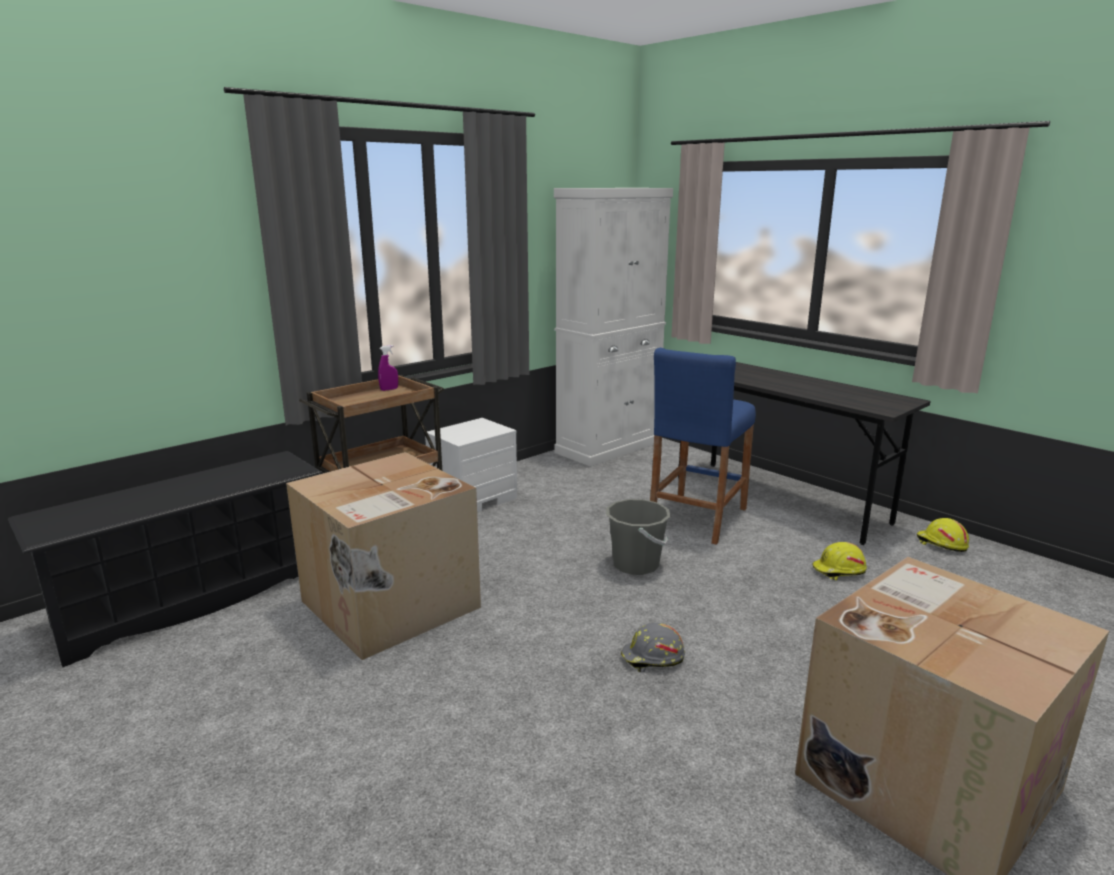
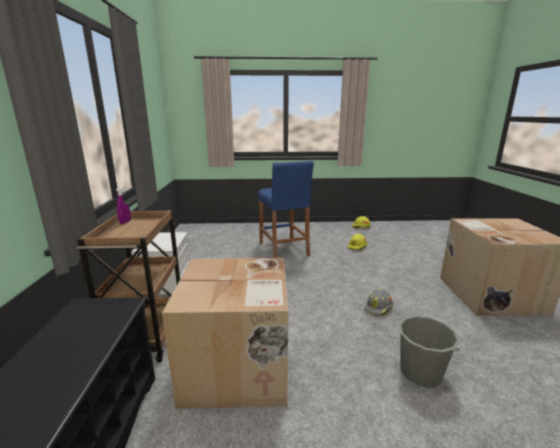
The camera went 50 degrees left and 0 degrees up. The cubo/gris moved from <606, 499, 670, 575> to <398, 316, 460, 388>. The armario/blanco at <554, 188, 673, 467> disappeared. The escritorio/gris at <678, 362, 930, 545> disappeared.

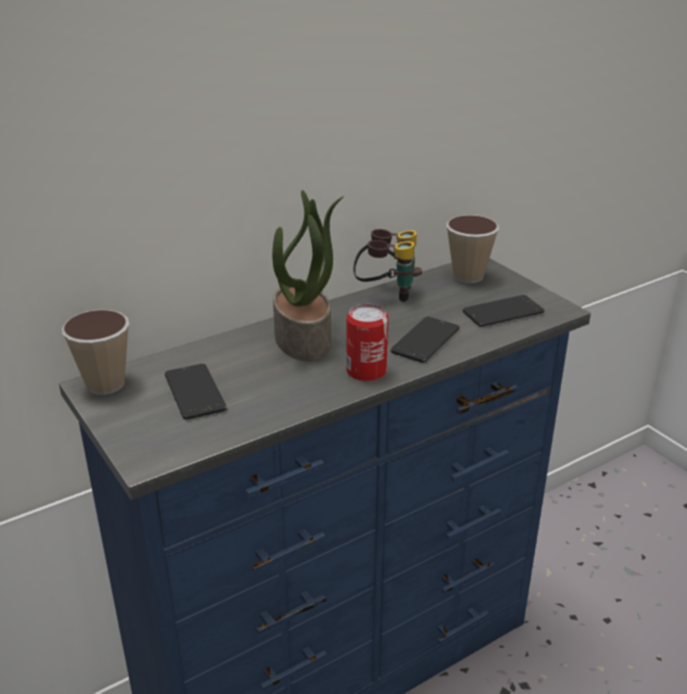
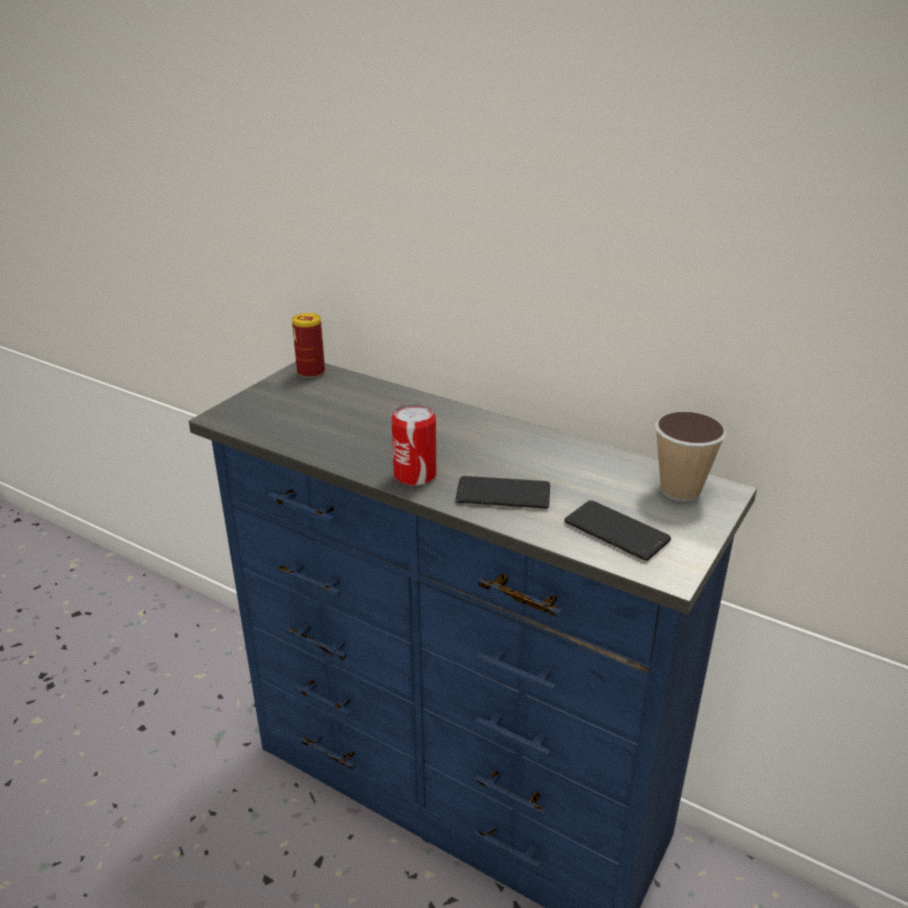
The camera went 65 degrees right and 0 degrees up. The taza at <62, 310, 129, 395> was replaced by the lata at <292, 313, 325, 378>. The móvil at <165, 364, 227, 420> disappeared. The planta en maceta at <272, 190, 344, 361> disappeared. The prismáticos at <353, 229, 422, 302> disappeared.

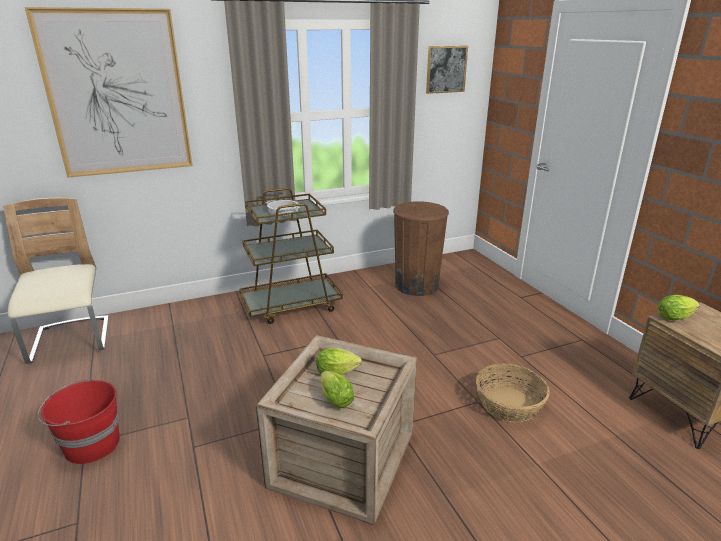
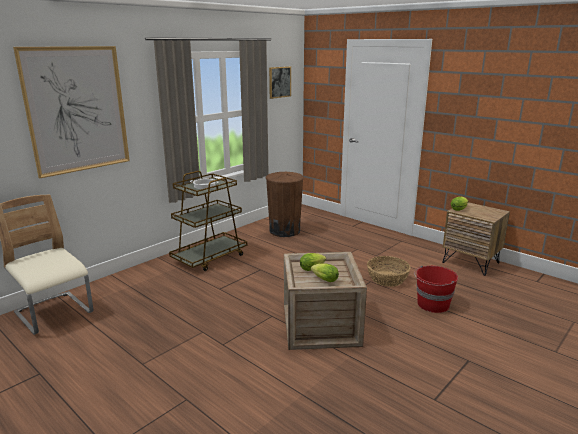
The camera went 25 degrees left and 5 degrees down. The cubo/rojo moved from <37, 378, 120, 464> to <414, 266, 458, 313>.

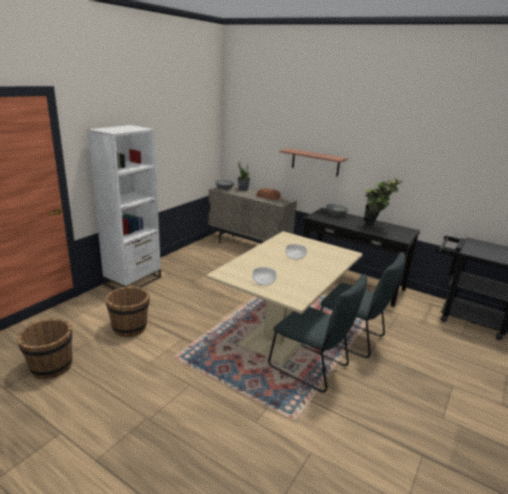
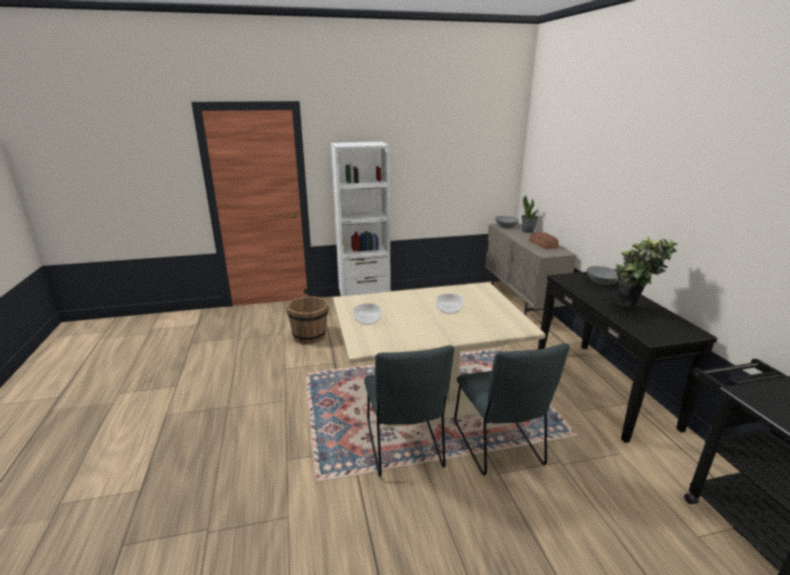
The camera went 45 degrees right and 0 degrees up. The cubo/marrón at <17, 318, 72, 379> disappeared. The estante at <280, 148, 348, 177> disappeared.

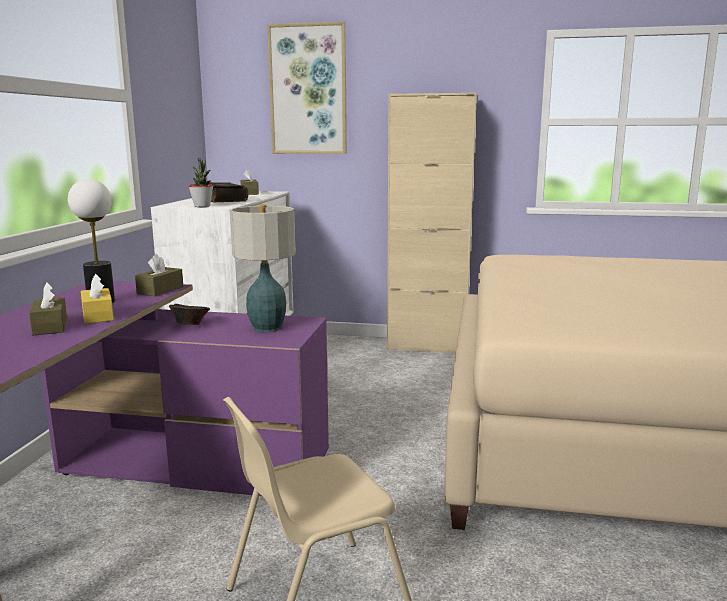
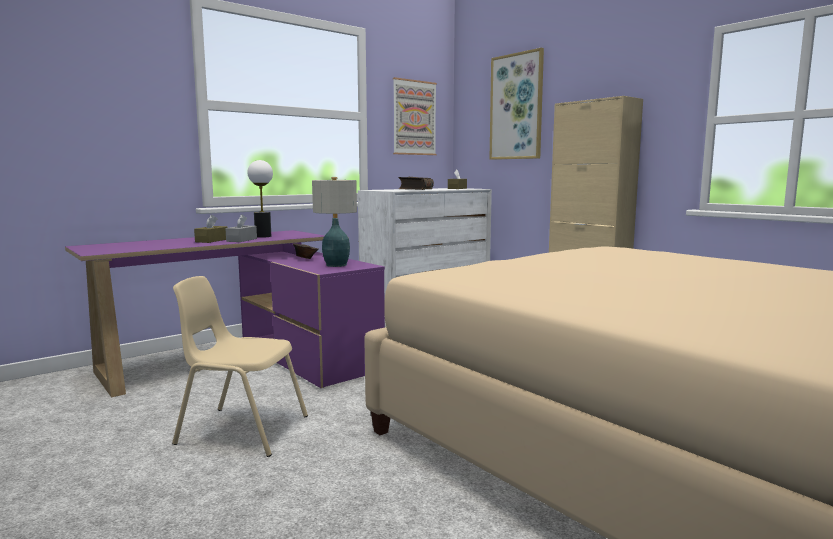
The camera went 40 degrees right and 5 degrees down. The caja de pañuelos/amarillo at <81, 274, 114, 324> became the caja de pañuelos/gris at <225, 214, 257, 242>. The cuadro at <393, 77, 437, 155> appeared. The caja de pañuelos/marrón at <135, 254, 183, 296> disappeared. The planta en maceta at <188, 158, 214, 207> disappeared.

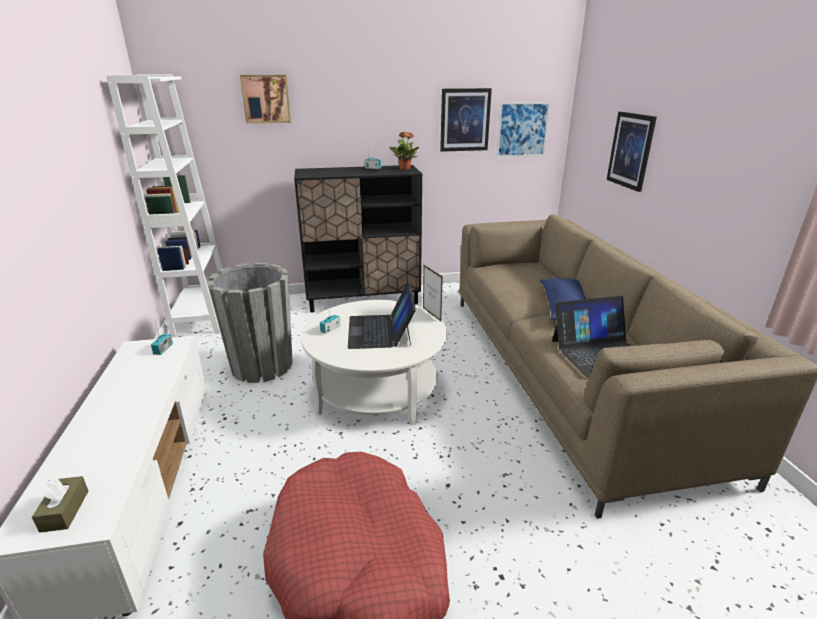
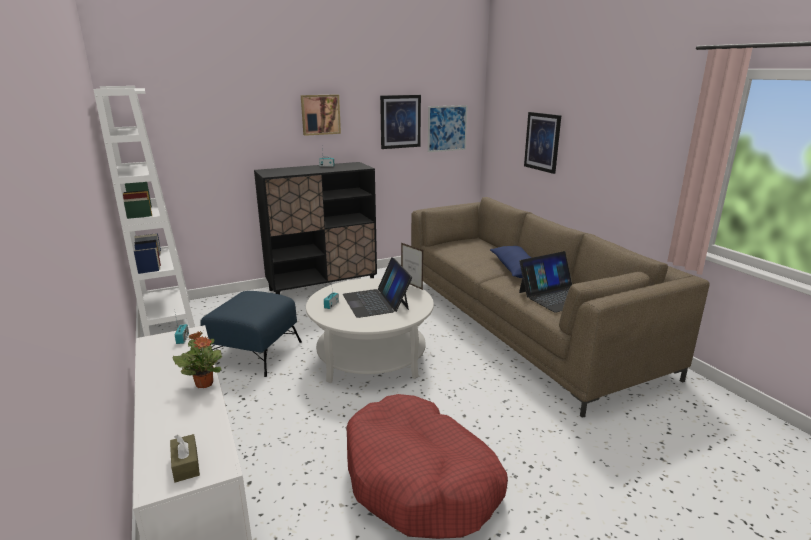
The camera went 15 degrees left and 5 degrees down. The planta en maceta moved from <389, 132, 419, 170> to <173, 331, 222, 388>. The maceta/gris at <207, 263, 293, 383> was replaced by the puf/azul at <200, 291, 302, 377>. The cuadro moved from <240, 75, 291, 123> to <301, 94, 341, 136>.

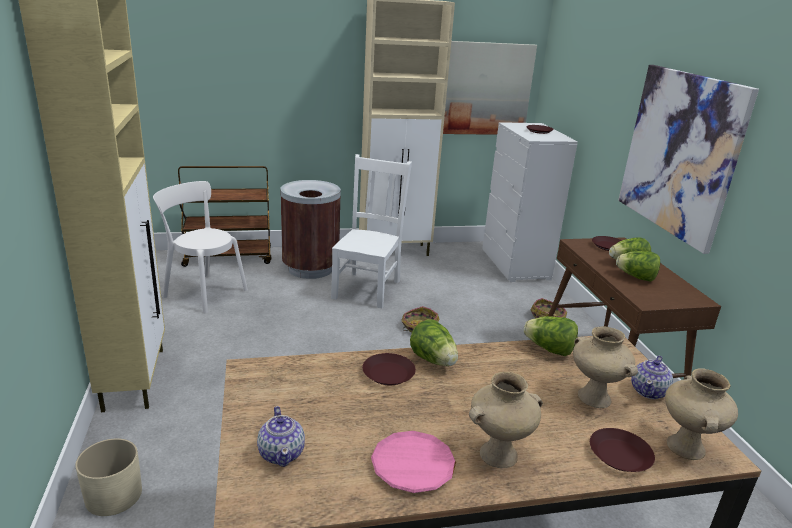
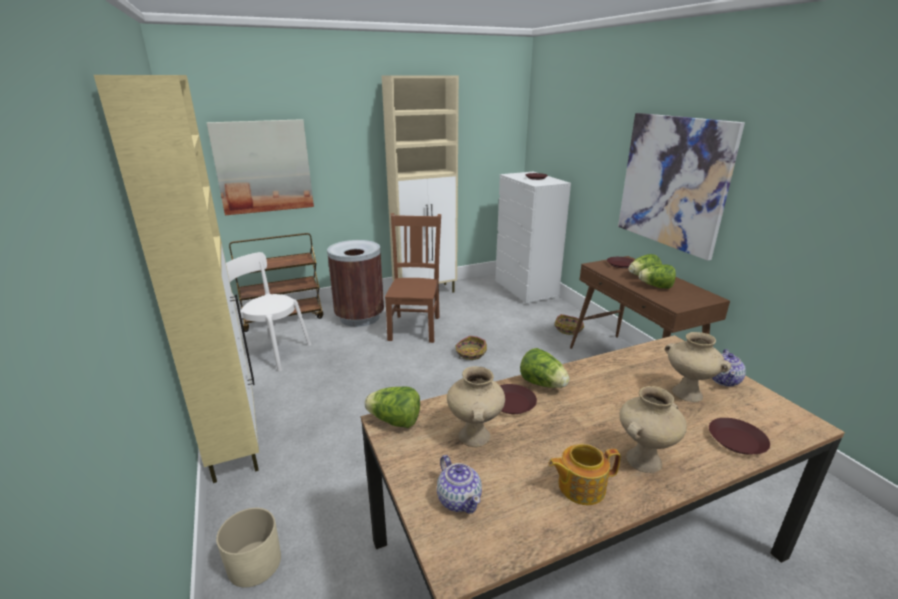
The camera went 10 degrees left and 0 degrees up. The cuadro moved from <443, 41, 537, 135> to <207, 119, 314, 215>. The lechuga moved from <523, 316, 578, 356> to <365, 386, 420, 428>. The silla/blanco at <331, 154, 412, 308> became the silla/marrón at <385, 213, 441, 343>. The florero/beis moved from <665, 368, 738, 460> to <447, 366, 505, 447>. The plato/rosa at <371, 431, 456, 493> was replaced by the tetera at <548, 444, 621, 505>.

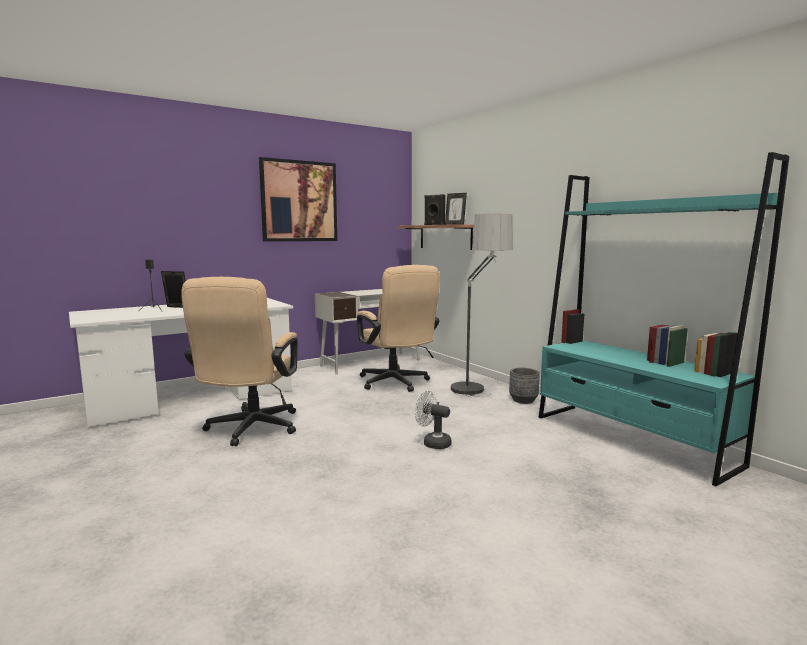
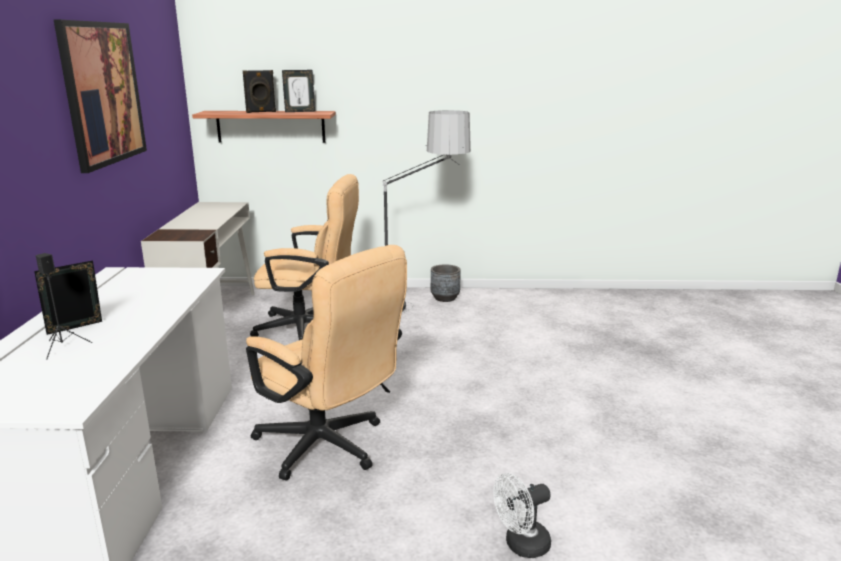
The camera went 55 degrees left and 10 degrees up. The ventilador/blanco moved from <415, 390, 452, 449> to <493, 473, 551, 558>. The estantería/turquesa at <539, 152, 790, 486> disappeared.

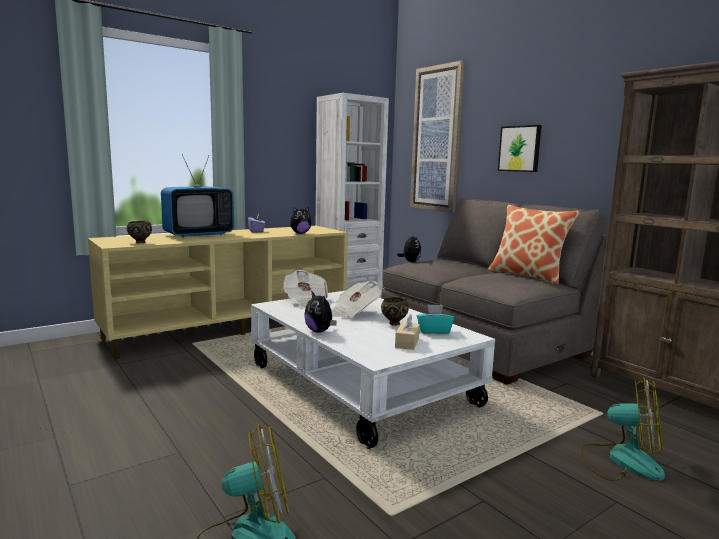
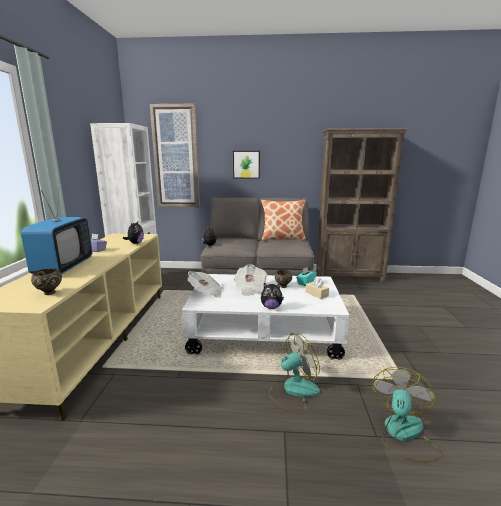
The camera went 50 degrees left and 5 degrees up. The ventilador moved from <581, 377, 665, 481> to <269, 333, 320, 413>.

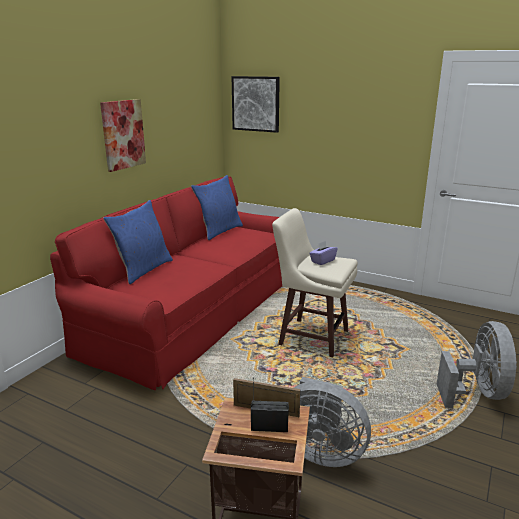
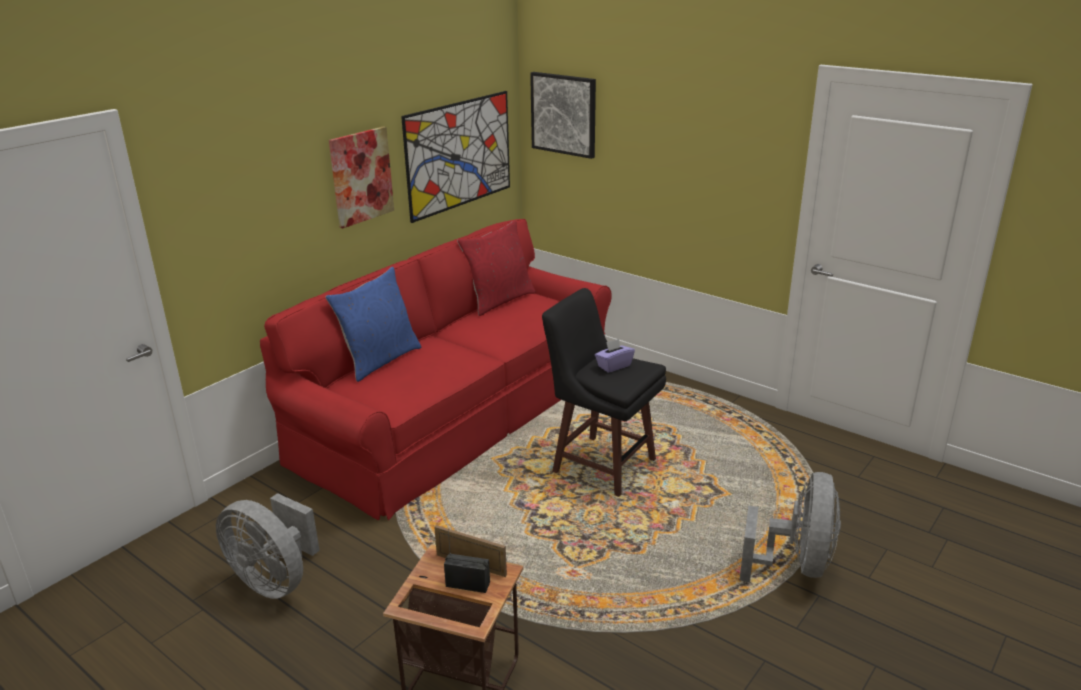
The camera went 10 degrees right and 5 degrees up. The ventilador/gris moved from <294, 377, 371, 467> to <216, 493, 320, 599>. The cuadro at <401, 91, 510, 223> appeared. The cojín/azul at <191, 175, 243, 240> became the cojín/rojo at <457, 220, 536, 316>. The taburete/beis at <272, 208, 358, 358> became the taburete/negro at <542, 288, 666, 497>.

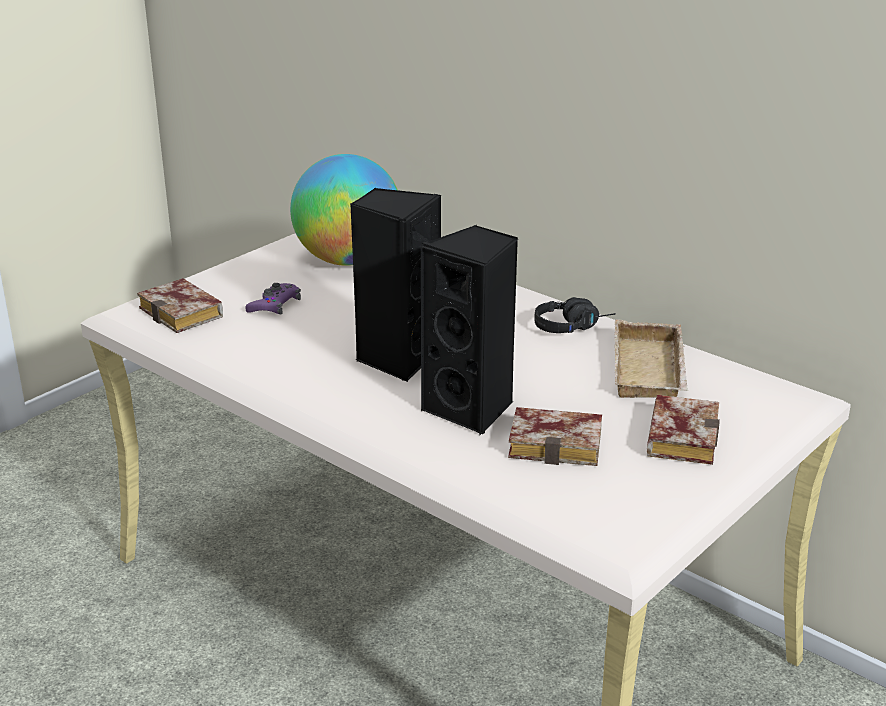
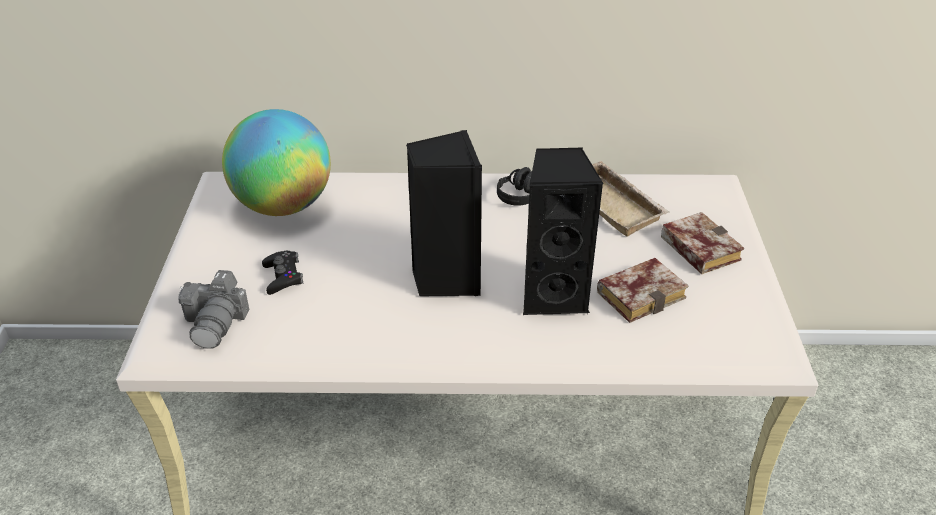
The camera went 40 degrees left and 10 degrees up. The libro at <137, 278, 223, 333> was replaced by the cámara at <179, 270, 249, 349>. The mando de consola/morado at <245, 283, 301, 315> became the mando de consola/negro at <262, 251, 303, 295>.

